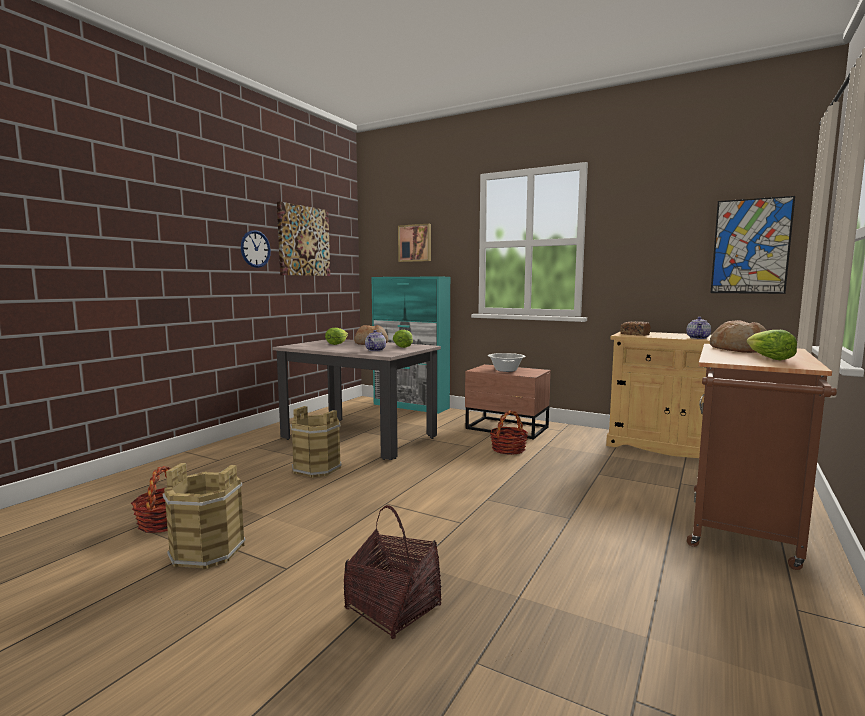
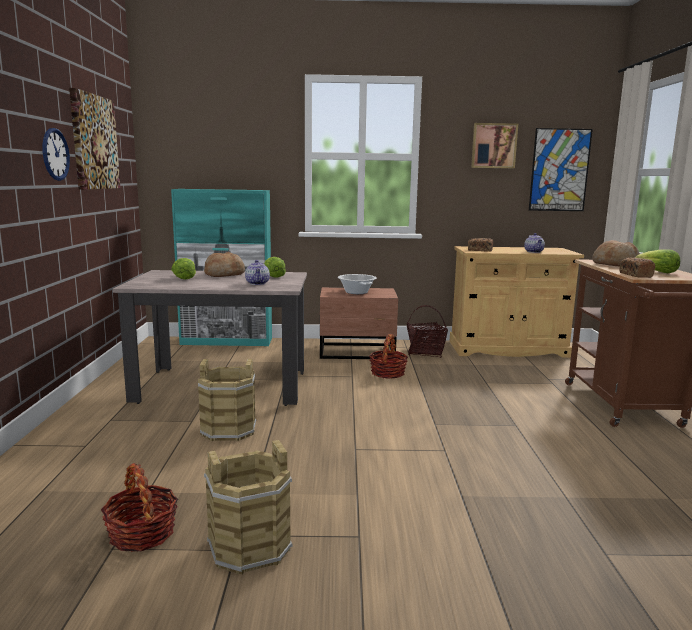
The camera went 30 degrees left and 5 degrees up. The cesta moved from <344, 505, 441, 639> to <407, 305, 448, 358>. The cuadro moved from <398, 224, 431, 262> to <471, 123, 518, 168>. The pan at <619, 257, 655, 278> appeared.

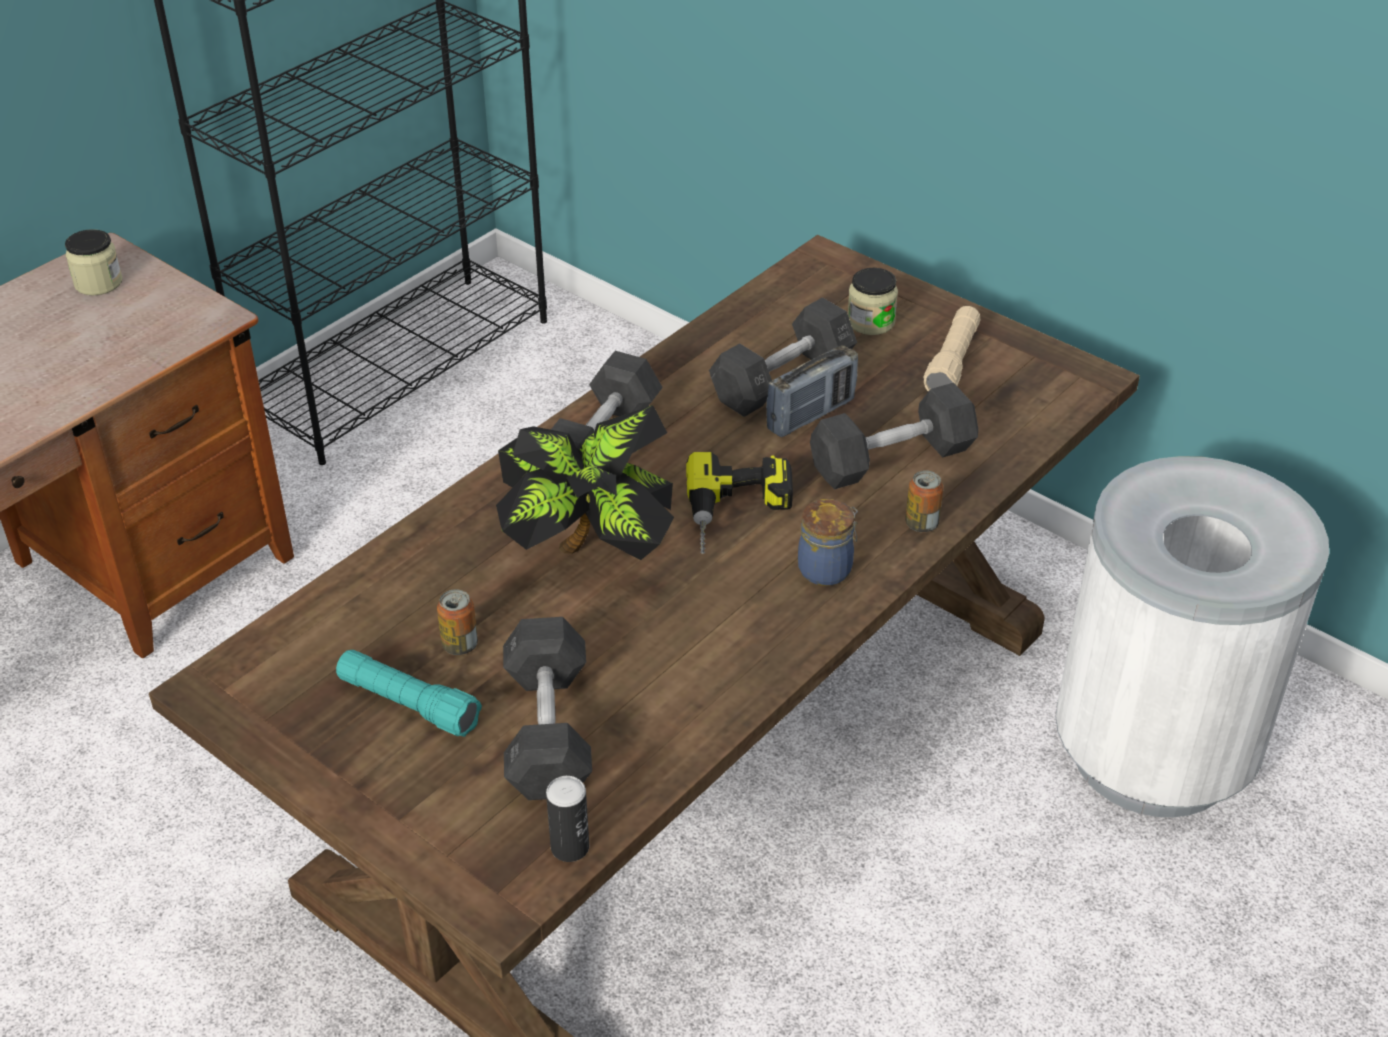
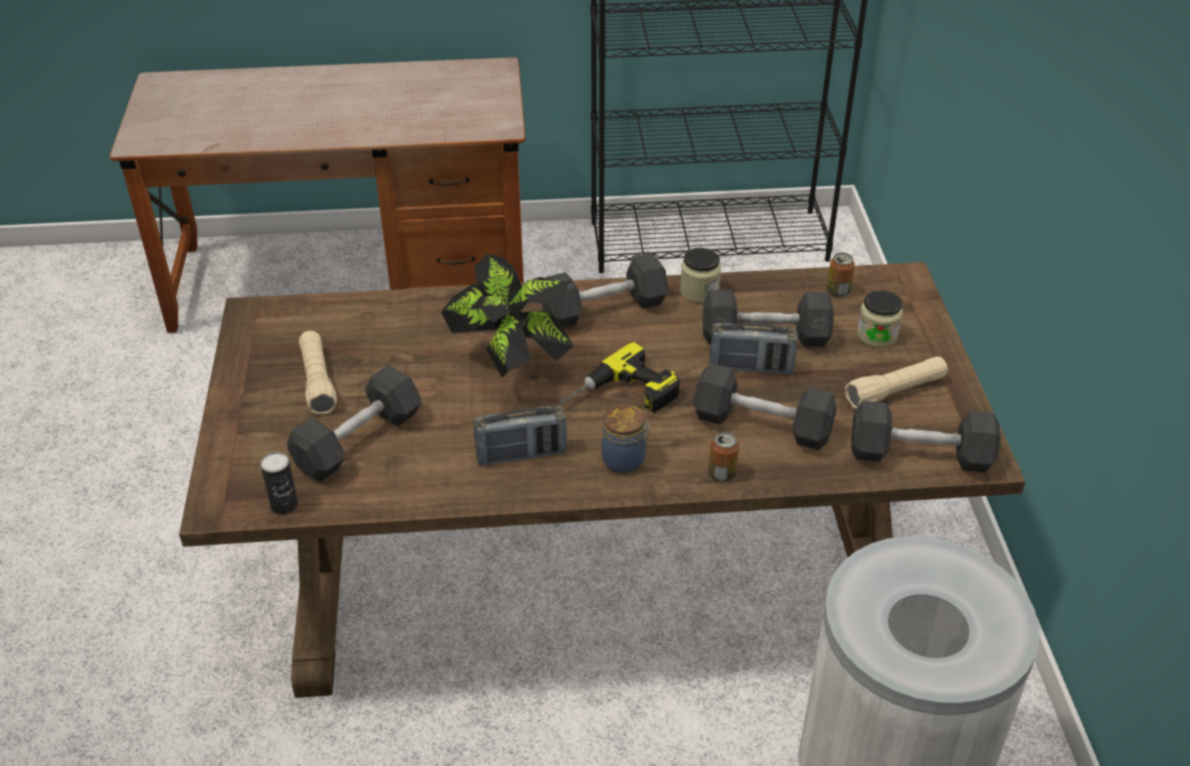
The camera went 45 degrees right and 0 degrees up. The linterna/turquesa at <336, 650, 482, 737> became the linterna/beis at <299, 331, 337, 415>. The radio at <474, 405, 567, 466> appeared. The tarro moved from <65, 229, 123, 295> to <680, 248, 721, 302>. The lata moved from <437, 589, 478, 655> to <826, 253, 855, 297>. The mancuerna/gris at <851, 401, 1001, 473> appeared.

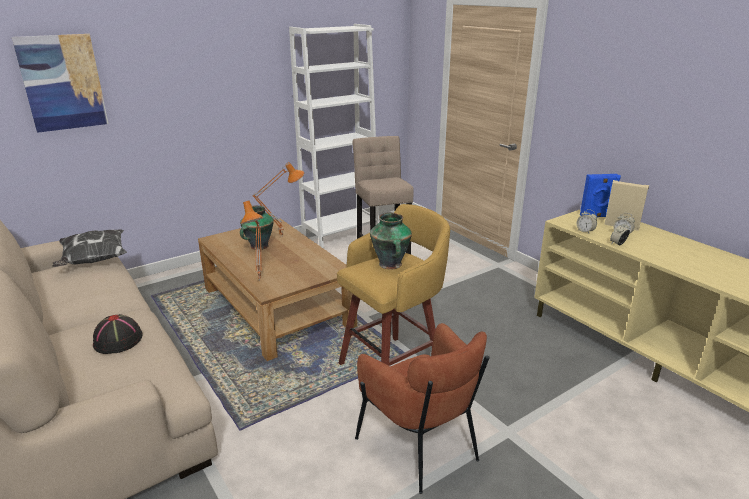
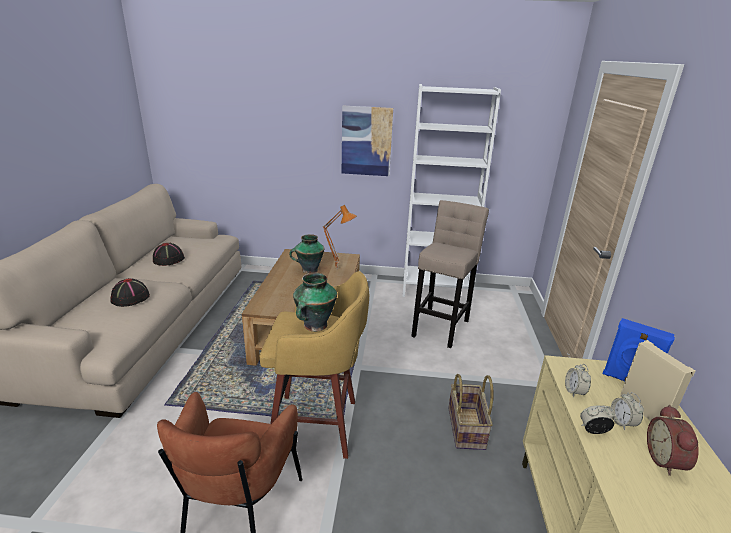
The camera went 40 degrees right and 0 degrees up. The sombrero/negro at <153, 243, 185, 266> appeared. The cuadro moved from <12, 34, 109, 133> to <342, 106, 393, 176>. The cesta at <448, 374, 494, 450> appeared. The despertador at <647, 405, 699, 476> appeared. The cojín at <52, 230, 127, 267> disappeared. The lámpara de mesa/naranja at <241, 200, 264, 281> disappeared.

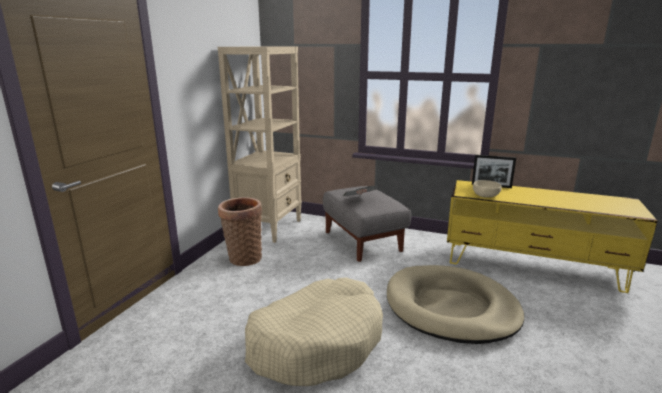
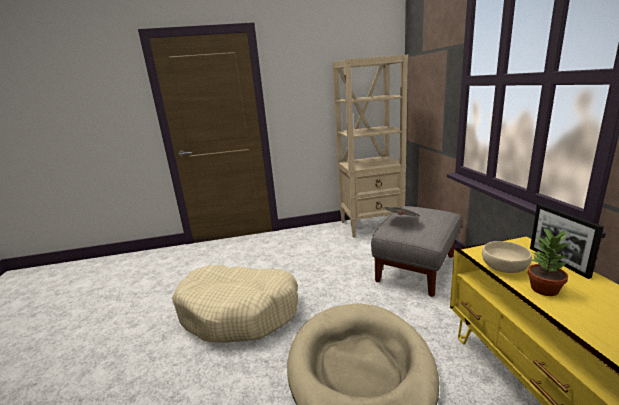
The camera went 60 degrees right and 0 degrees up. The planta en maceta at <528, 227, 571, 296> appeared. The cesta at <218, 197, 262, 266> disappeared.

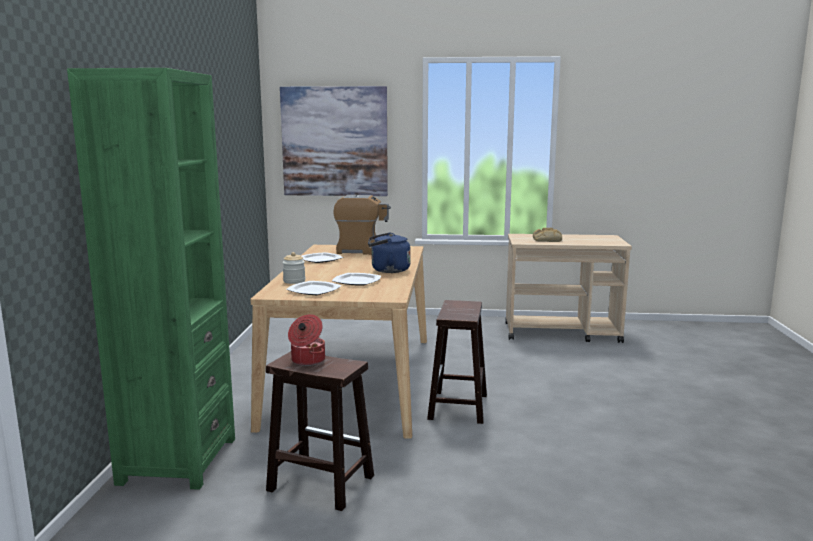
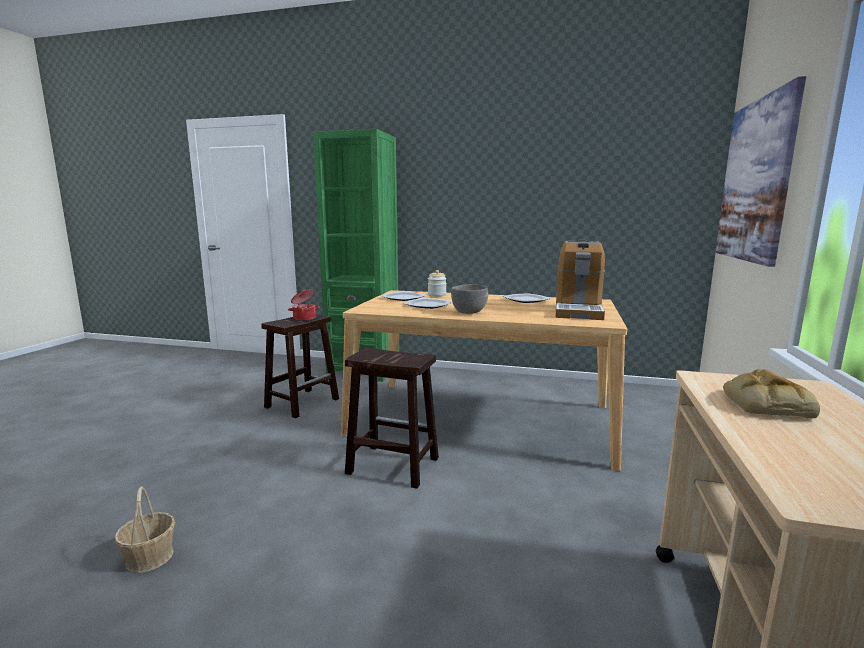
The camera went 100 degrees right and 0 degrees up. The cesta at <115, 486, 175, 573> appeared. The hervidor/azul at <368, 232, 411, 273> was replaced by the cuenco/gris at <451, 284, 488, 314>.

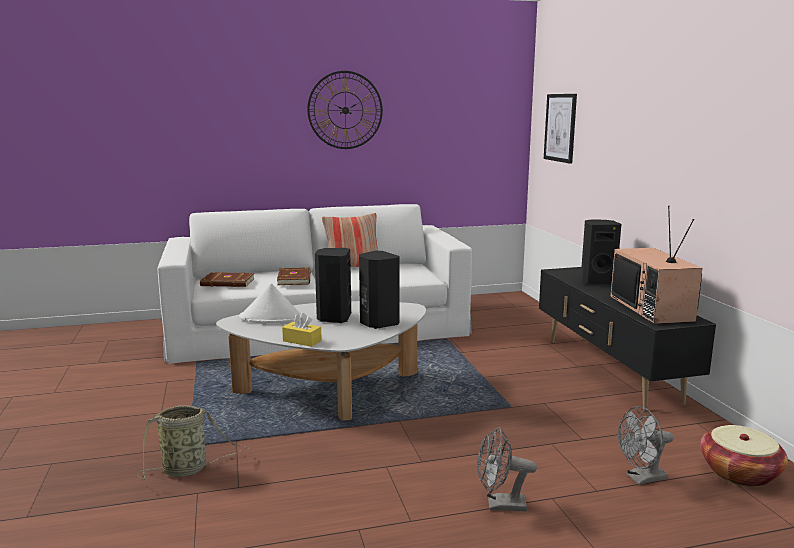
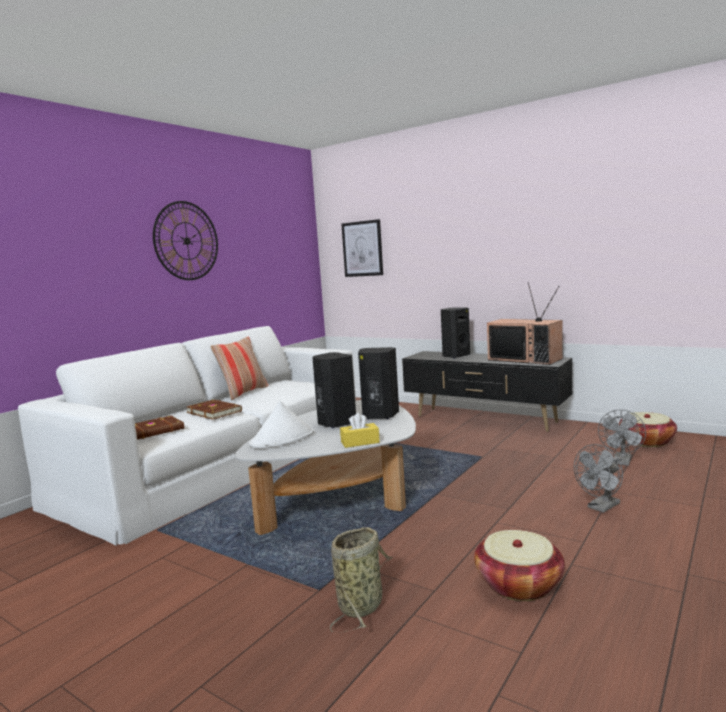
The camera went 40 degrees left and 5 degrees down. The cesta at <474, 530, 565, 601> appeared.

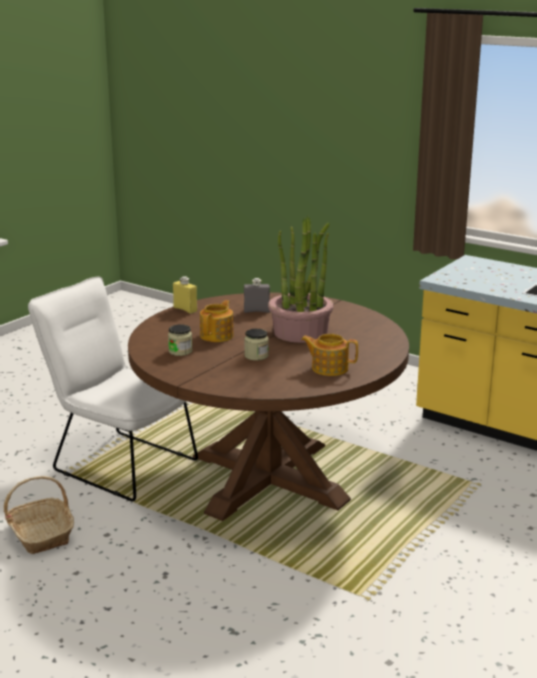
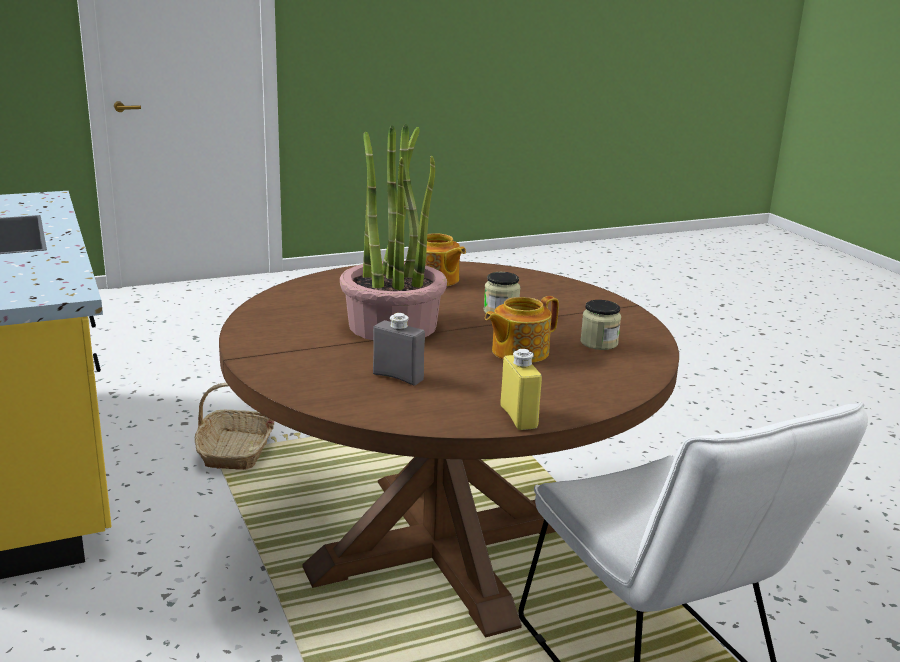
The camera went 150 degrees left and 0 degrees up. The cesta moved from <4, 476, 74, 554> to <195, 383, 275, 470>.

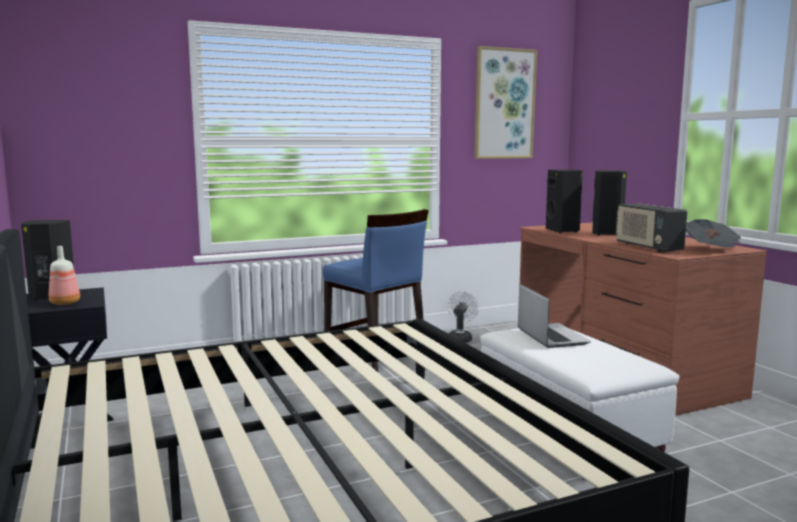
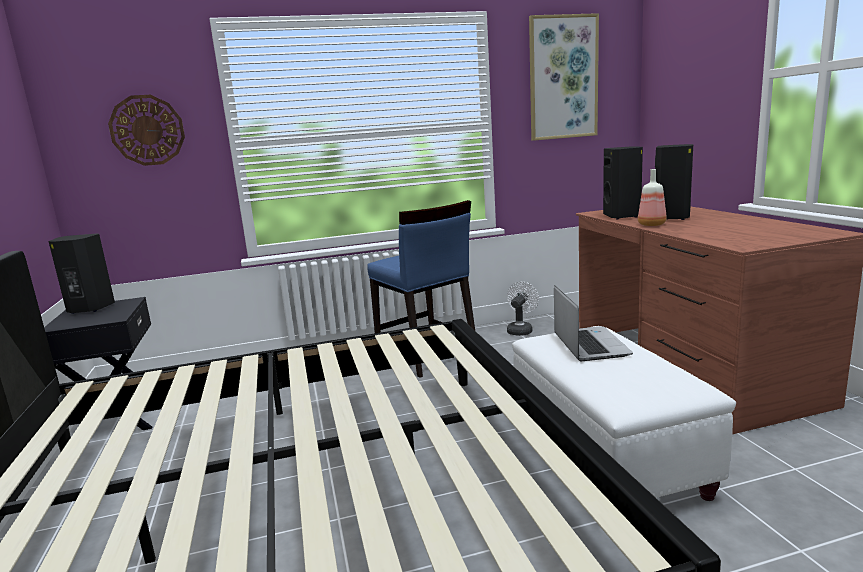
The camera went 10 degrees right and 5 degrees up. The reloj de pared at <108, 95, 185, 166> appeared. The botella moved from <49, 246, 80, 305> to <638, 169, 667, 226>. The radio at <616, 203, 687, 252> disappeared. The periódico at <686, 219, 741, 248> disappeared.

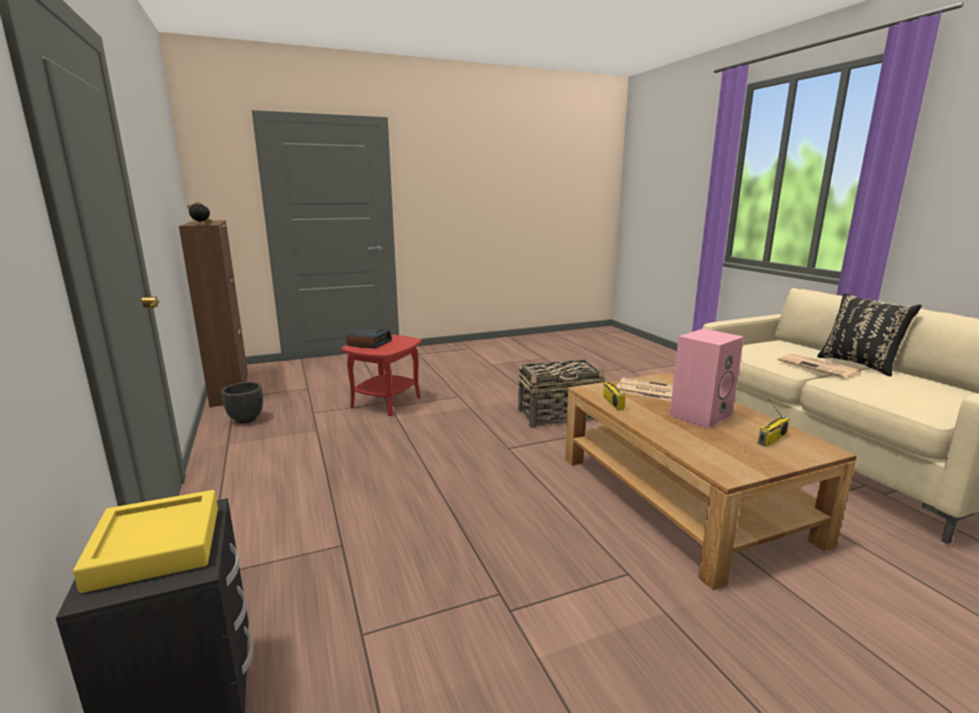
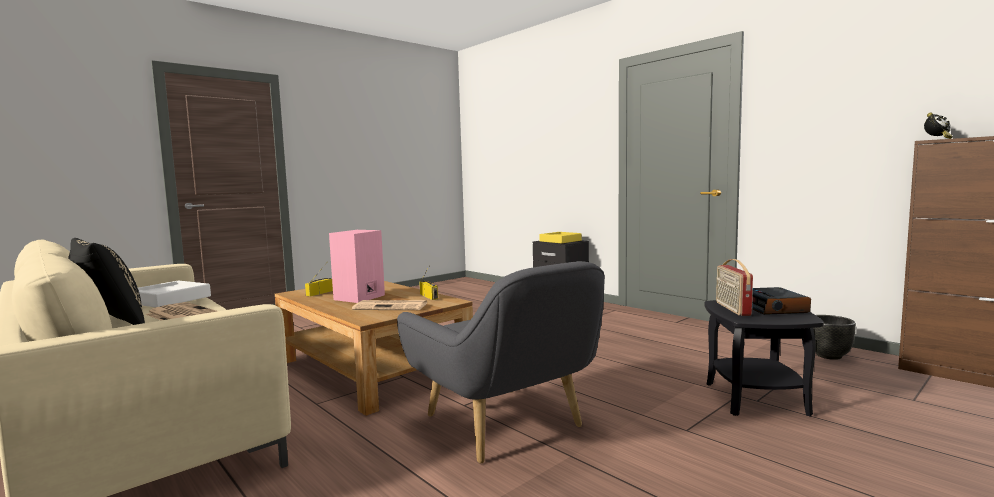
The camera went 160 degrees right and 10 degrees down. The bandeja/blanco at <138, 280, 211, 308> appeared. The cesta at <518, 360, 606, 428> was replaced by the sillón/gris at <397, 261, 605, 463>. The mesa auxiliar/rojo at <341, 334, 421, 416> became the mesa auxiliar/negro at <704, 300, 824, 417>. The radio at <716, 259, 753, 316> appeared.

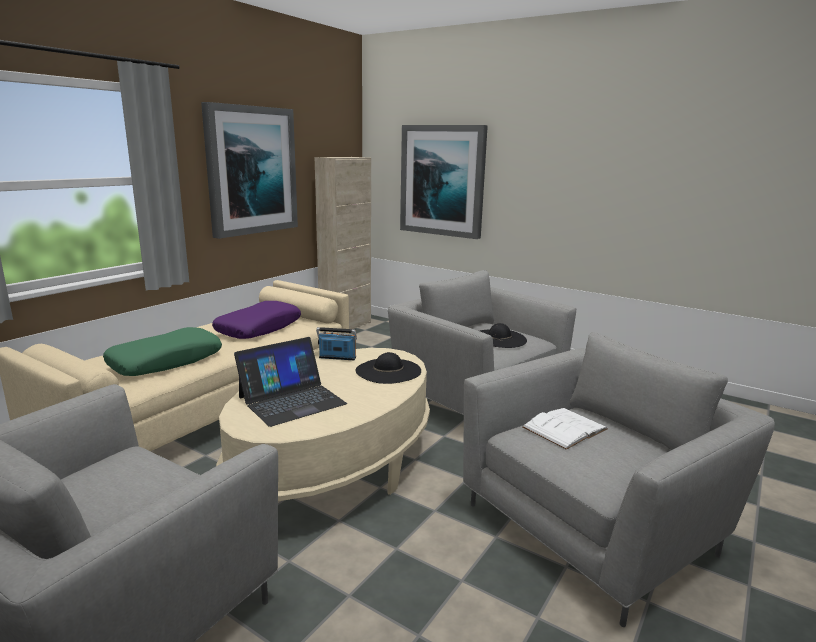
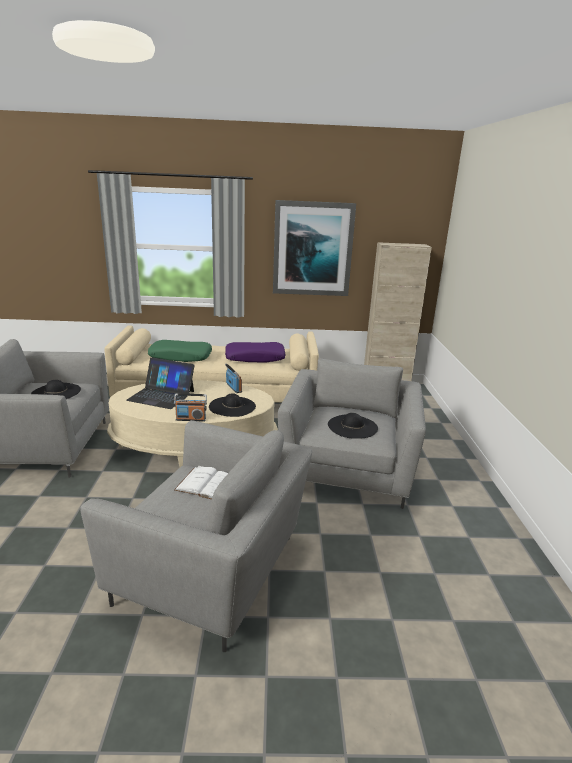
The camera went 55 degrees right and 5 degrees up. The sombrero/negro at <31, 380, 81, 399> appeared. The radio at <174, 393, 207, 421> appeared. The cuadro at <400, 125, 488, 239> disappeared.

